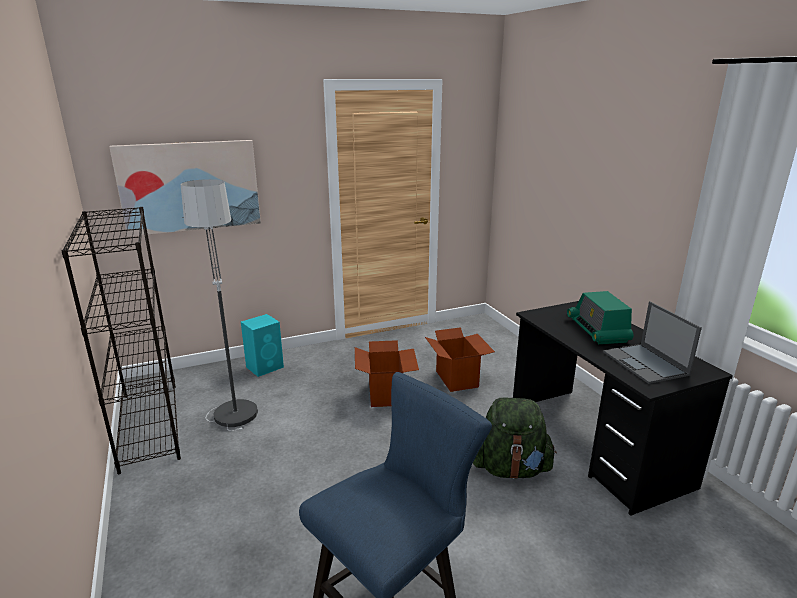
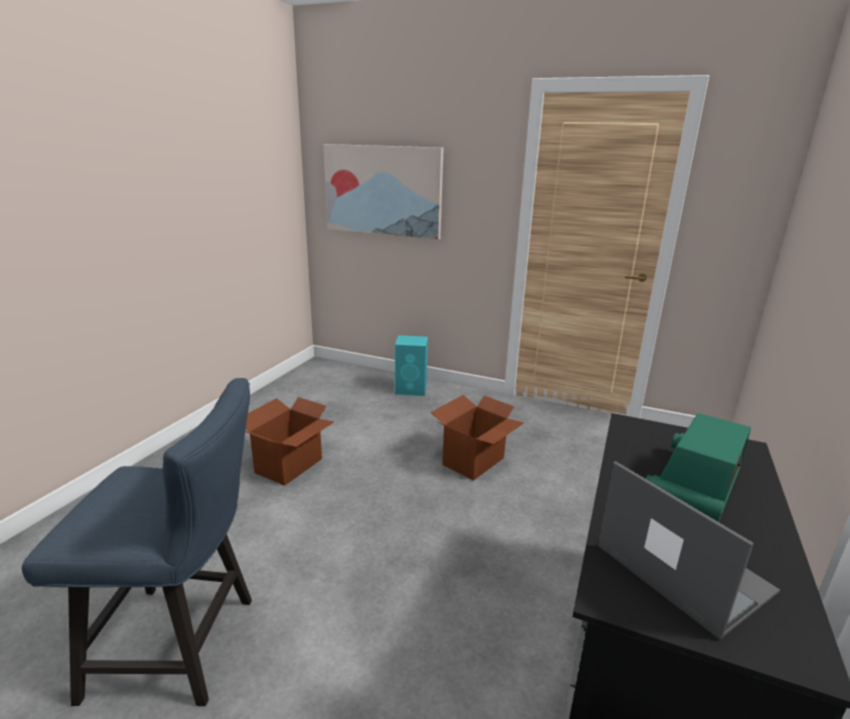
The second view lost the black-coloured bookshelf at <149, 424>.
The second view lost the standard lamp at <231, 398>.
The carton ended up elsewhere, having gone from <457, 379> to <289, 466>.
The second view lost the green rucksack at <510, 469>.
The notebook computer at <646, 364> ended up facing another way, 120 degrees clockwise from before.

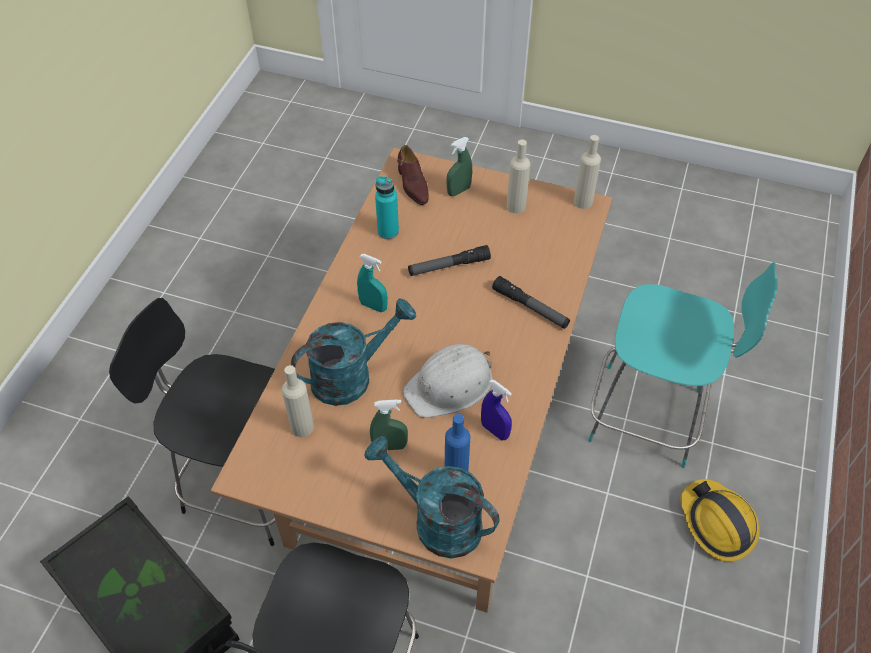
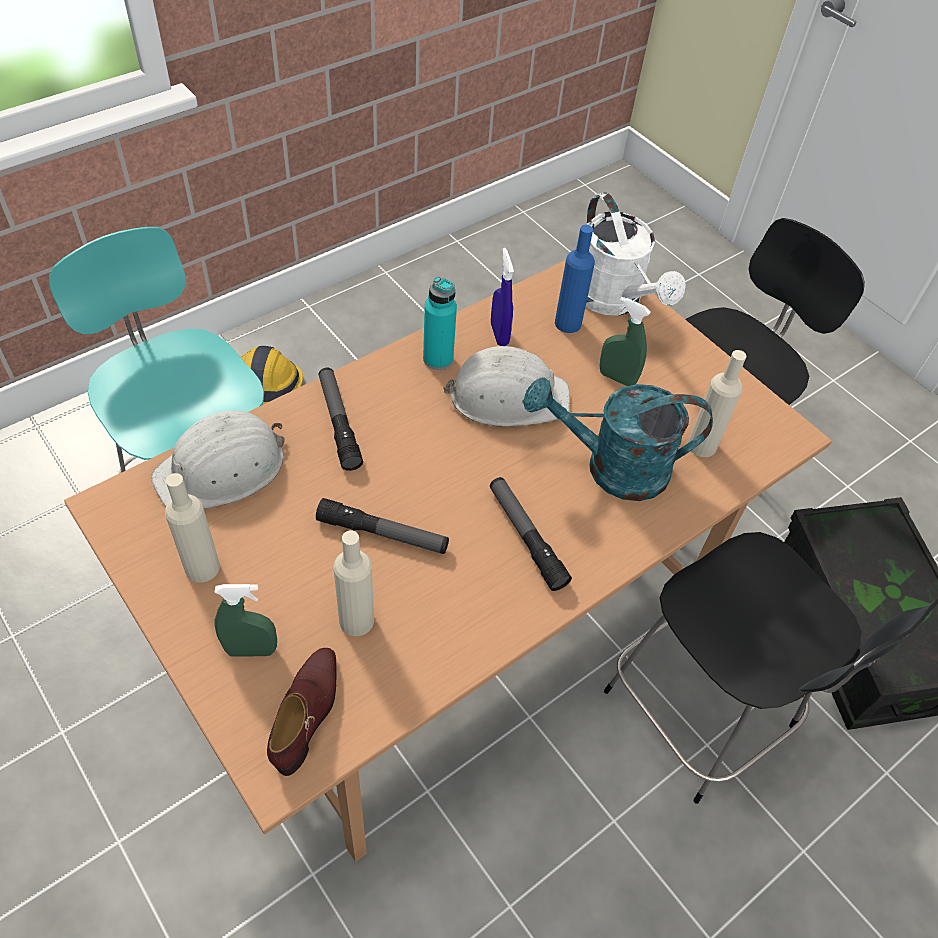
Where the turquoise-coloured hand sprayer stood at <373, 306>, the torch came to stand at <526, 537>.
What was the turquoise-coloured watering can at <436, 521> turned into the white watering can at <615, 301>.
The turquoise-coloured bottle ended up elsewhere, having gone from <388, 231> to <438, 359>.
The beige-coloured bottle ended up elsewhere, having gone from <583, 202> to <356, 620>.
The second view gained the white safety helmet at <223, 469>.

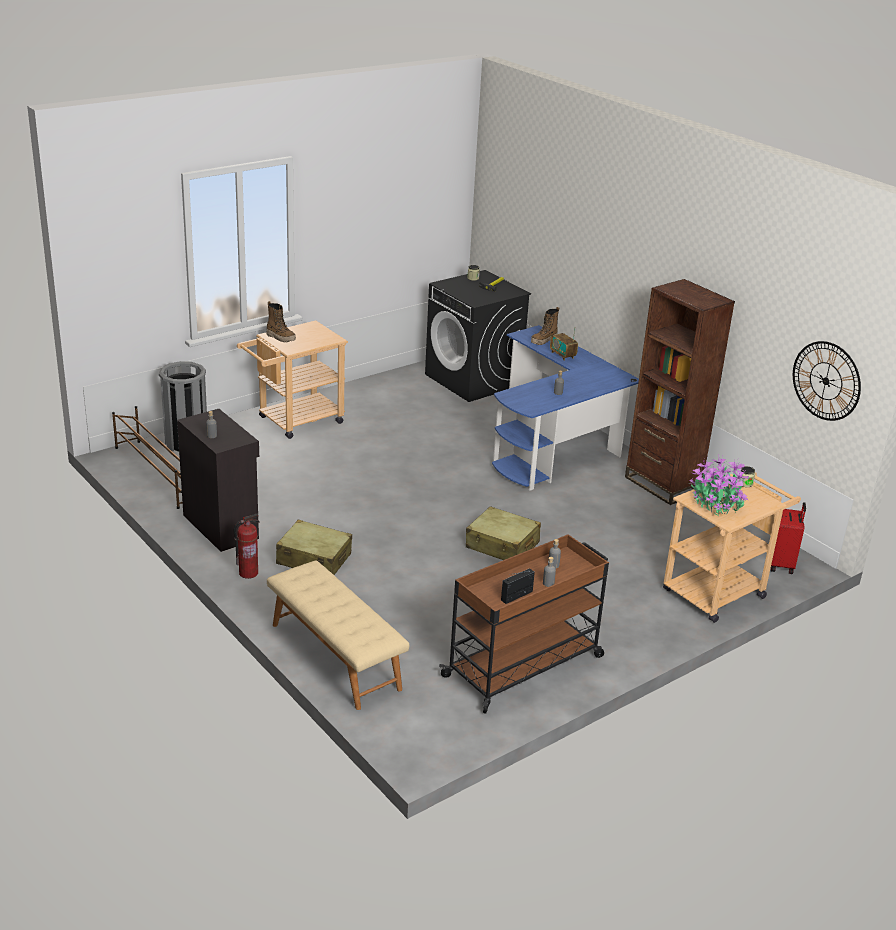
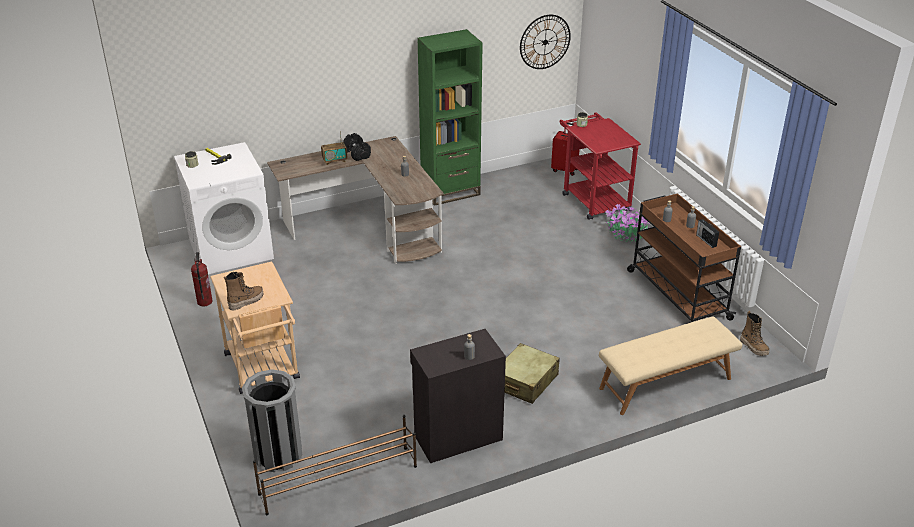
The fire-fighting cylinder ended up elsewhere, having gone from <248, 573> to <204, 302>.
What was the black-coloured laundry machine at <473, 380> turned into the white laundry machine at <231, 249>.
The second view lost the beige-coloured piece of luggage at <502, 545>.
What was the blue desk unit at <555, 444> turned into the brown desk unit at <371, 227>.
The high-top boot ended up elsewhere, having gone from <543, 341> to <754, 347>.
What was the brown bookshelf at <662, 485> turned into the green bookshelf at <450, 192>.
What was the beige-coloured trolley at <720, 590> turned into the red-coloured trolley at <592, 199>.
The houseplant ended up elsewhere, having gone from <716, 503> to <627, 236>.
The second view gained the black-coloured free weight at <357, 154>.

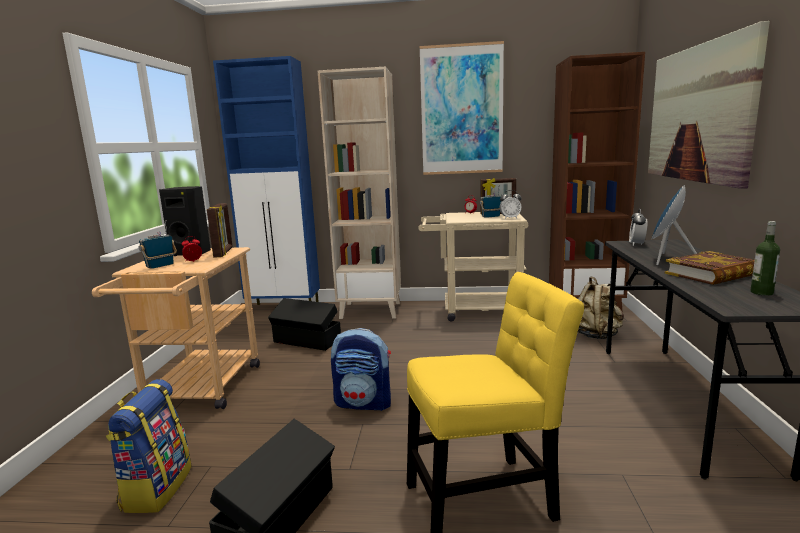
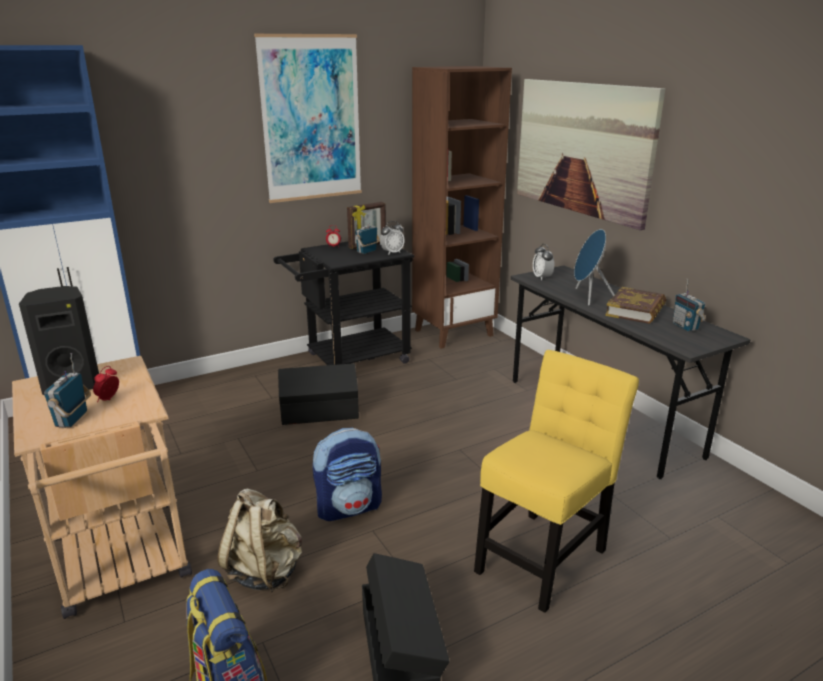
The second view lost the picture frame at <224, 253>.
The black-coloured storage container ended up elsewhere, having gone from <307, 341> to <320, 413>.
The second view lost the beige-coloured bookshelf at <371, 310>.
What was the beige-coloured trolley at <473, 311> turned into the black-coloured trolley at <350, 360>.
The beige-coloured rucksack ended up elsewhere, having gone from <596, 335> to <265, 571>.
Where the bottle stood at <761, 292>, the radio came to stand at <685, 327>.

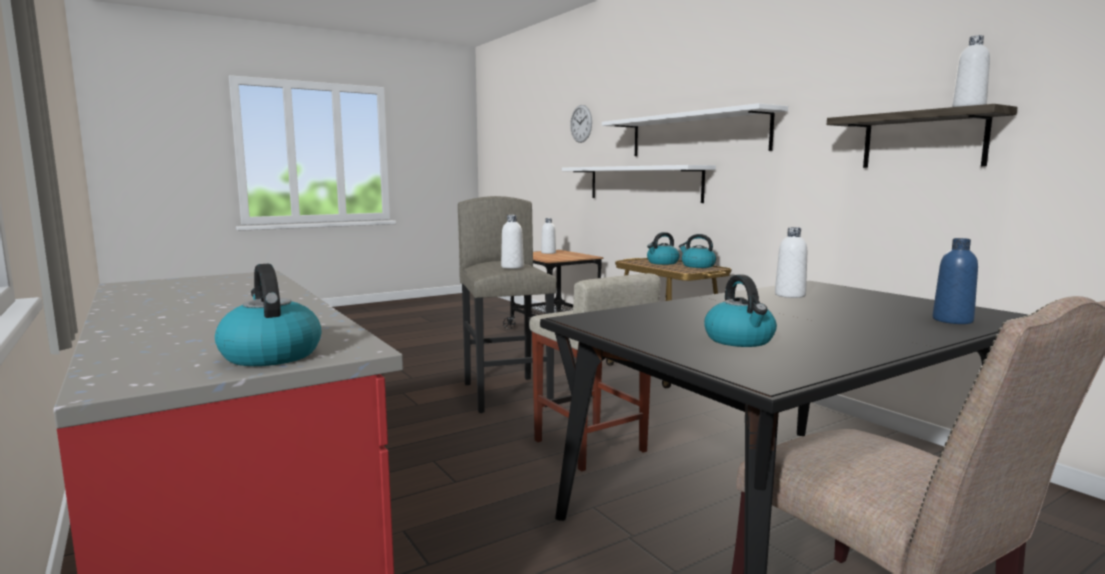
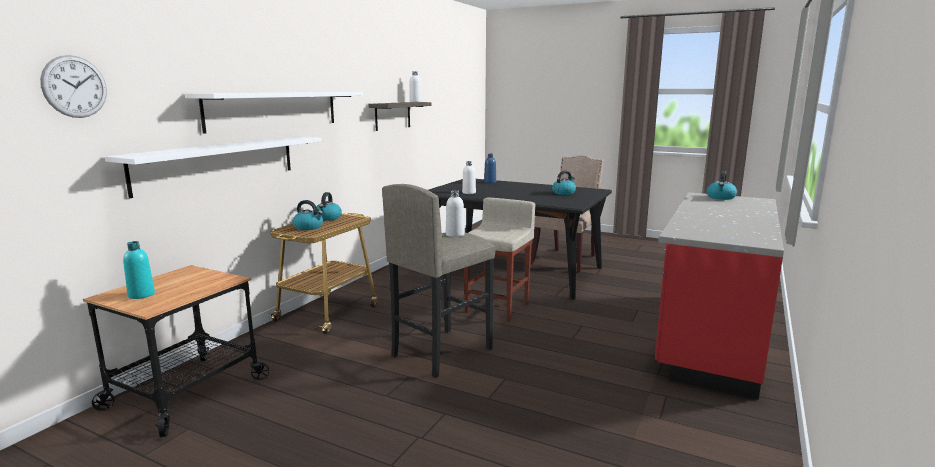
What was the white bottle at <548, 253> turned into the turquoise-coloured bottle at <141, 295>.

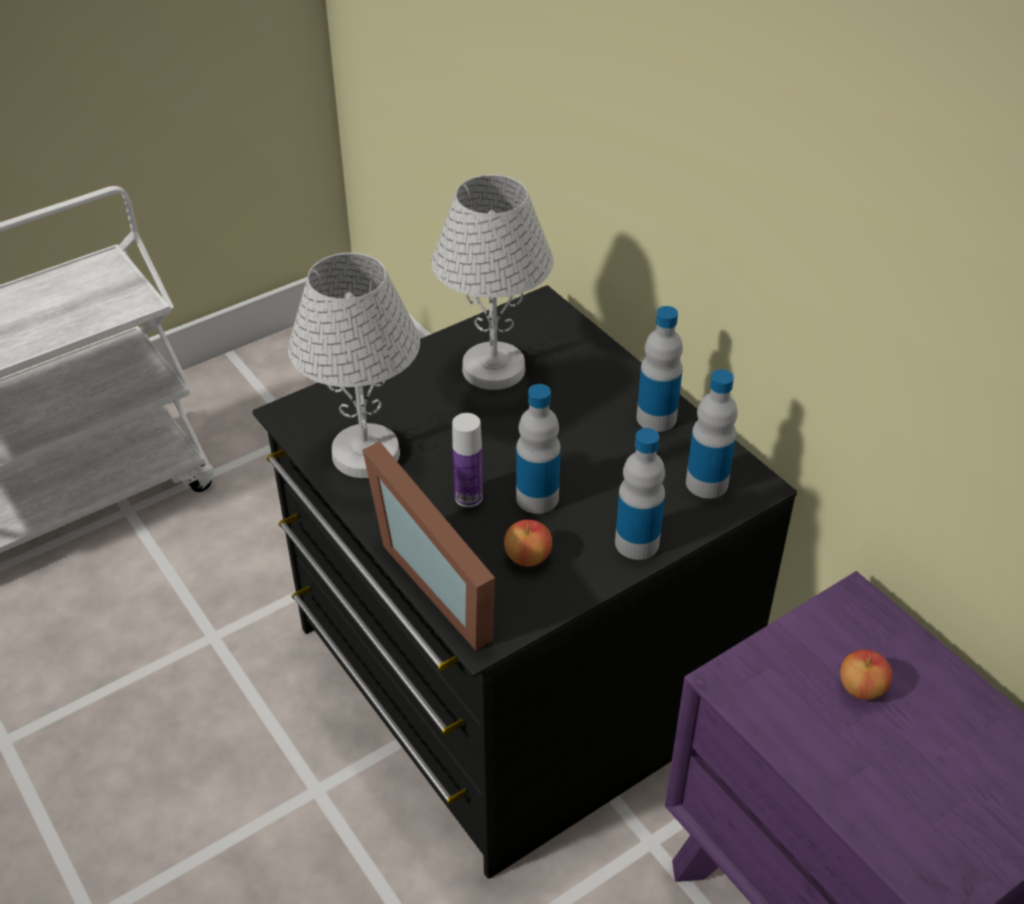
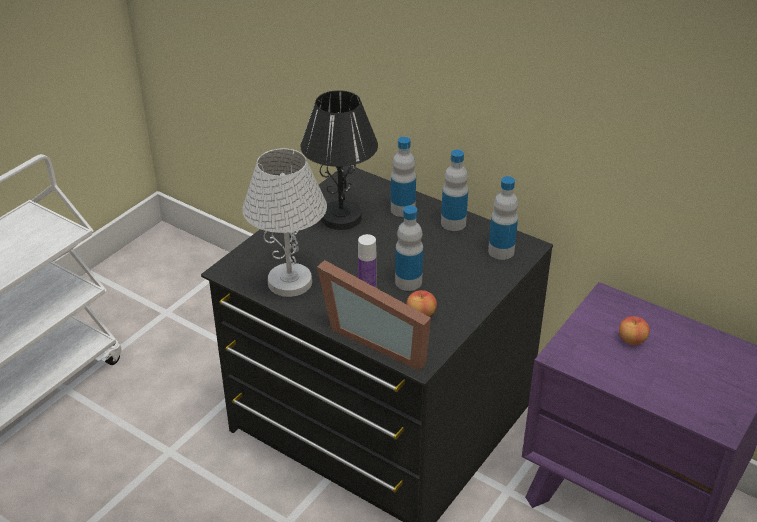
What was the white lamp for a table at <492, 369> turned into the black-coloured lamp for a table at <340, 218>.
The bottle ended up elsewhere, having gone from <637, 543> to <402, 209>.

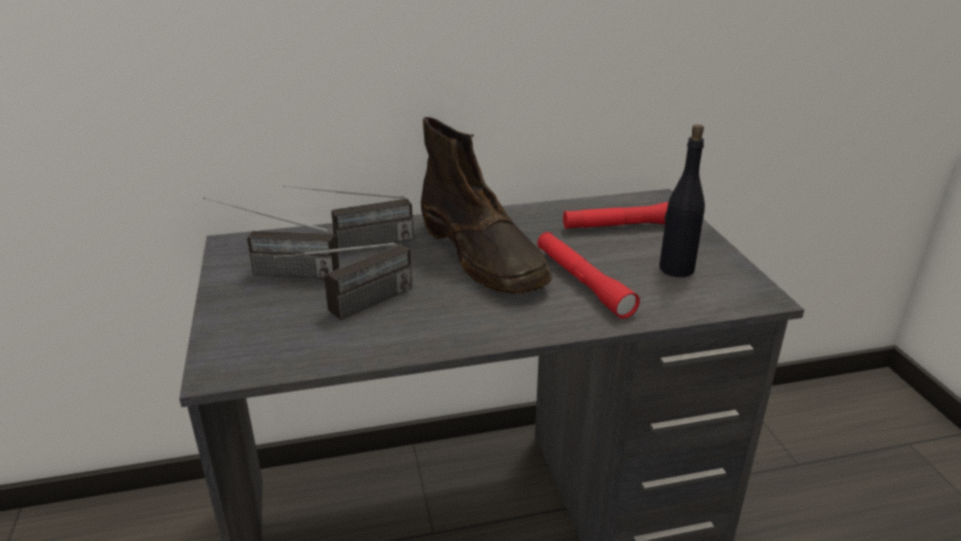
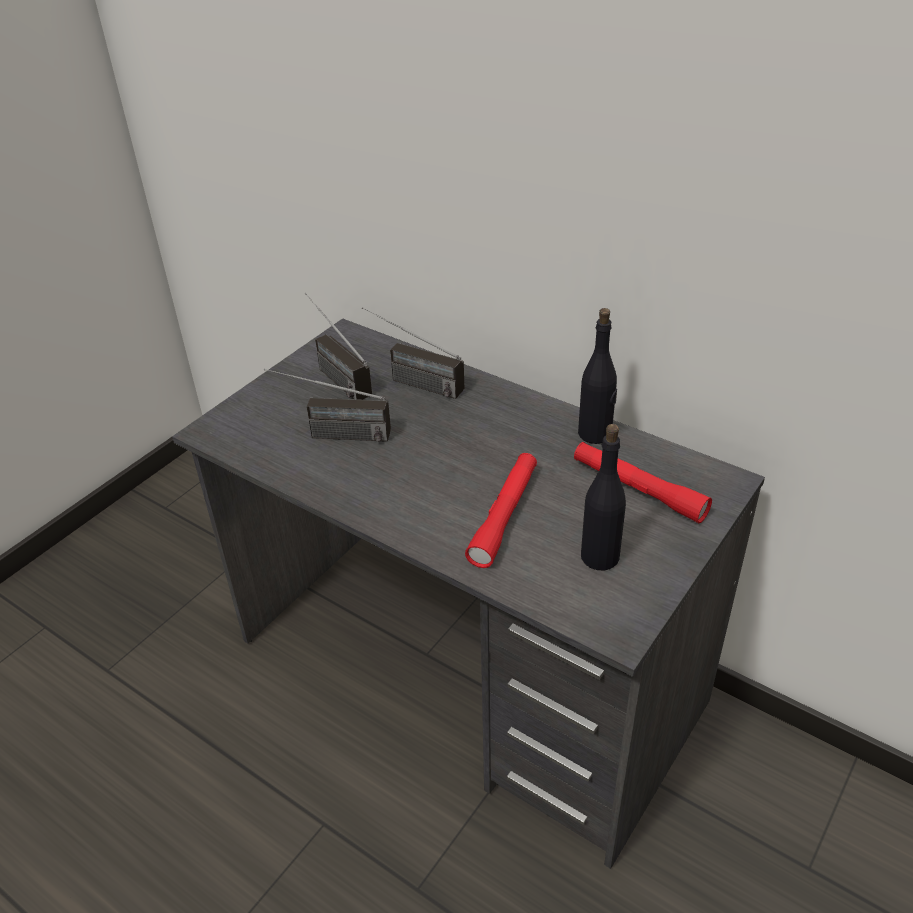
The second view lost the brown high-top boot at <482, 256>.
The second view gained the black-coloured bottle at <595, 434>.

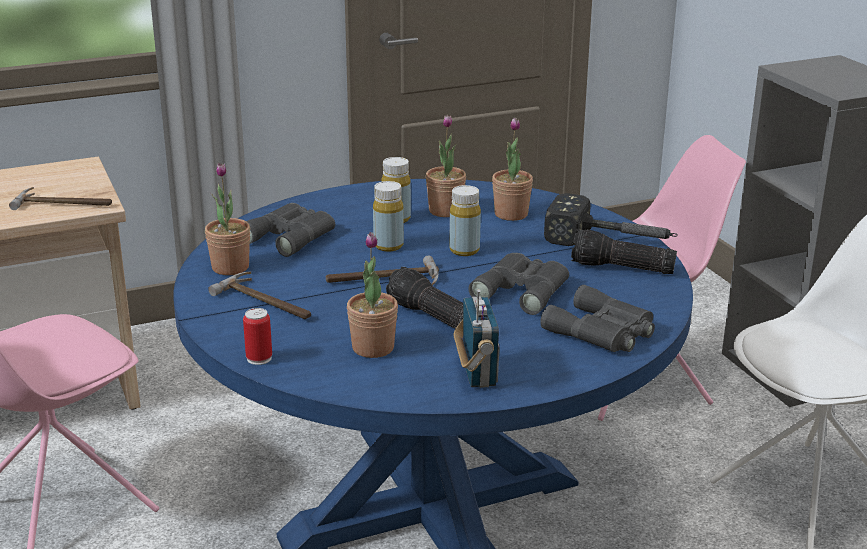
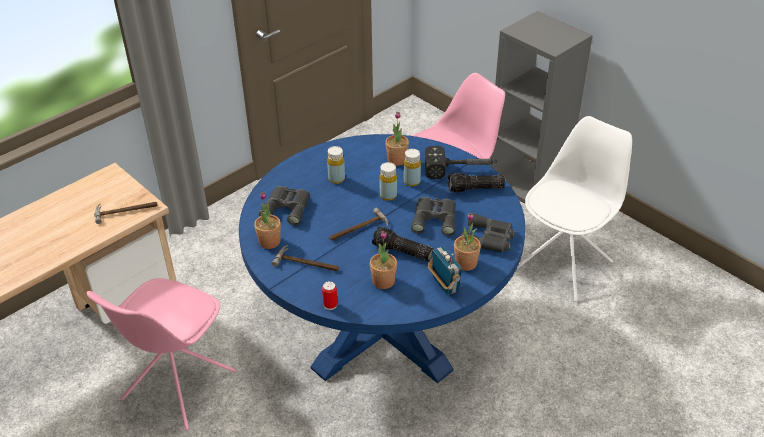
The yellow-coloured bottle ended up elsewhere, having gone from <388, 245> to <412, 181>.
The houseplant ended up elsewhere, having gone from <445, 211> to <465, 263>.

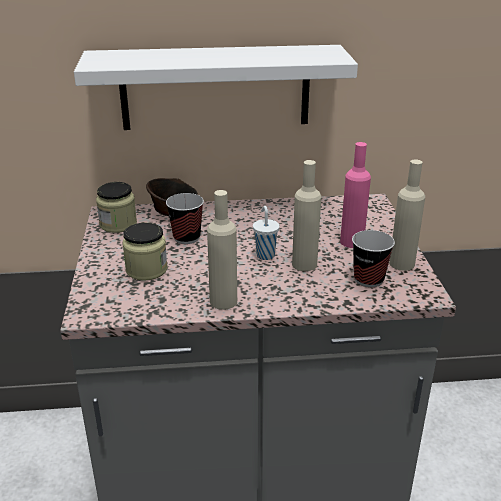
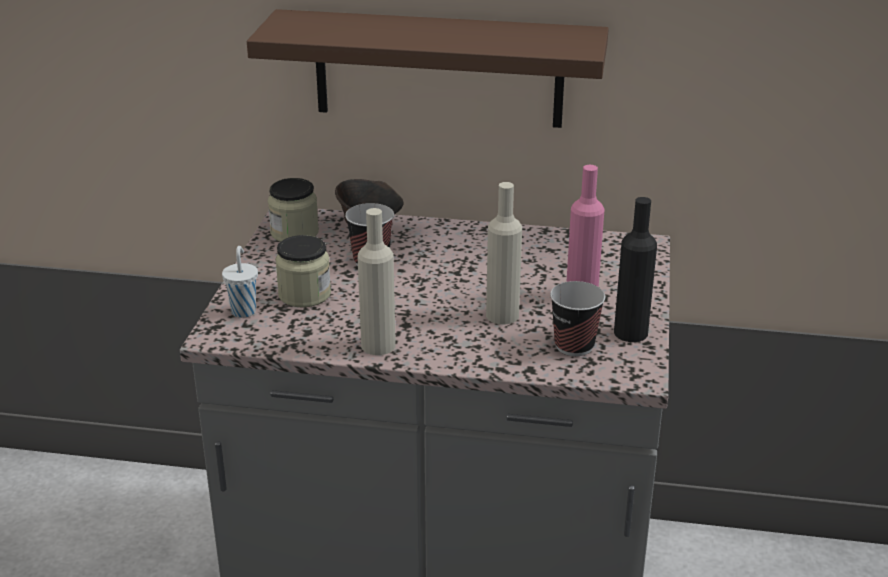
What was the white shelf at <215, 88> turned into the brown shelf at <438, 69>.
The white small cup ended up elsewhere, having gone from <265, 255> to <244, 310>.
What was the beige-coloured bottle at <401, 263> turned into the black-coloured bottle at <630, 332>.

